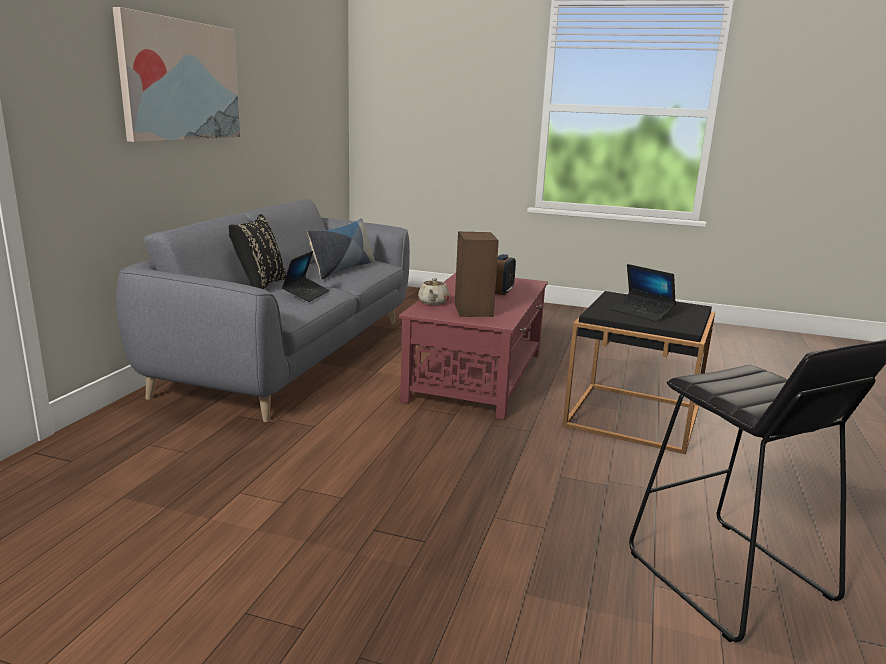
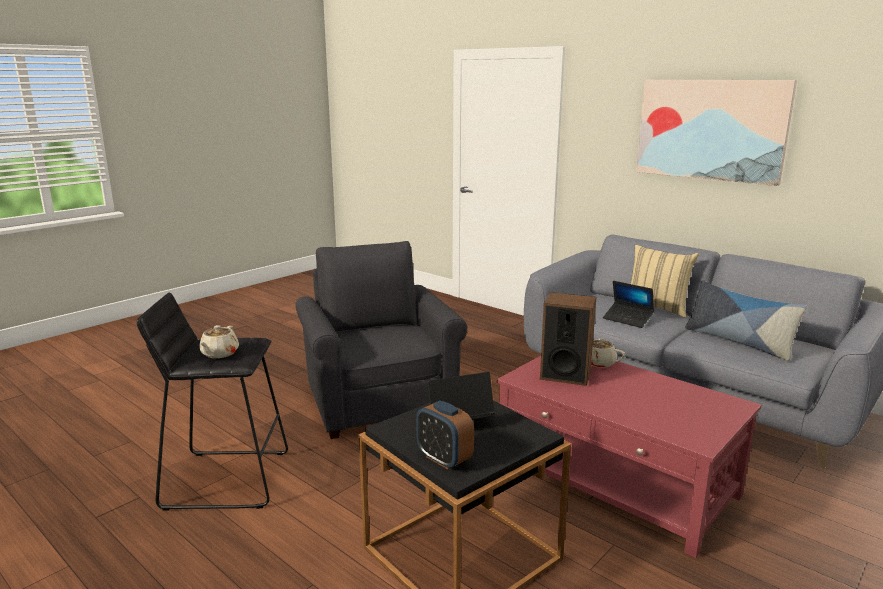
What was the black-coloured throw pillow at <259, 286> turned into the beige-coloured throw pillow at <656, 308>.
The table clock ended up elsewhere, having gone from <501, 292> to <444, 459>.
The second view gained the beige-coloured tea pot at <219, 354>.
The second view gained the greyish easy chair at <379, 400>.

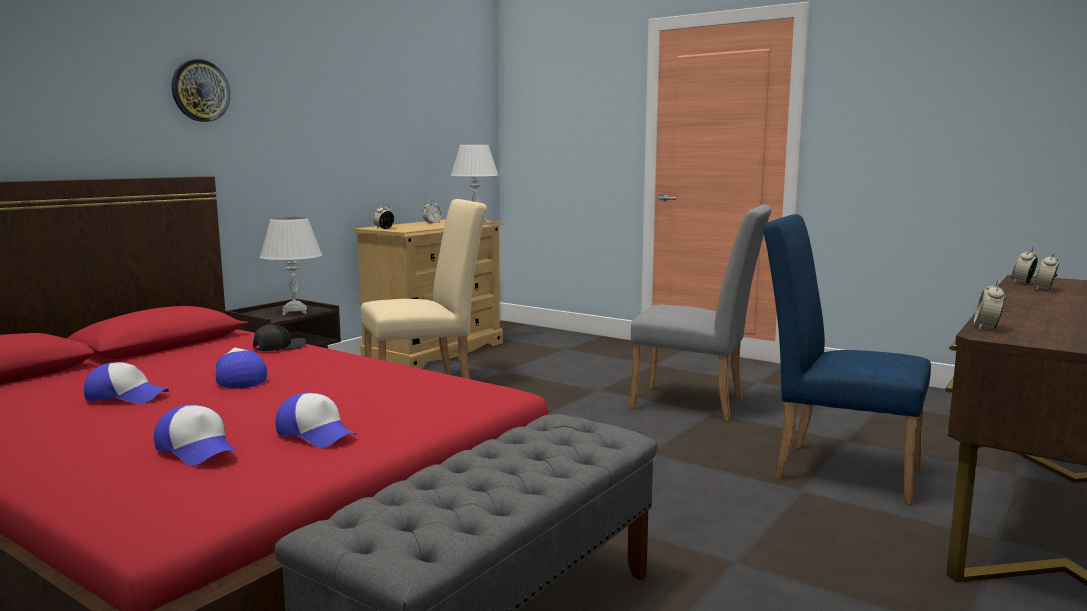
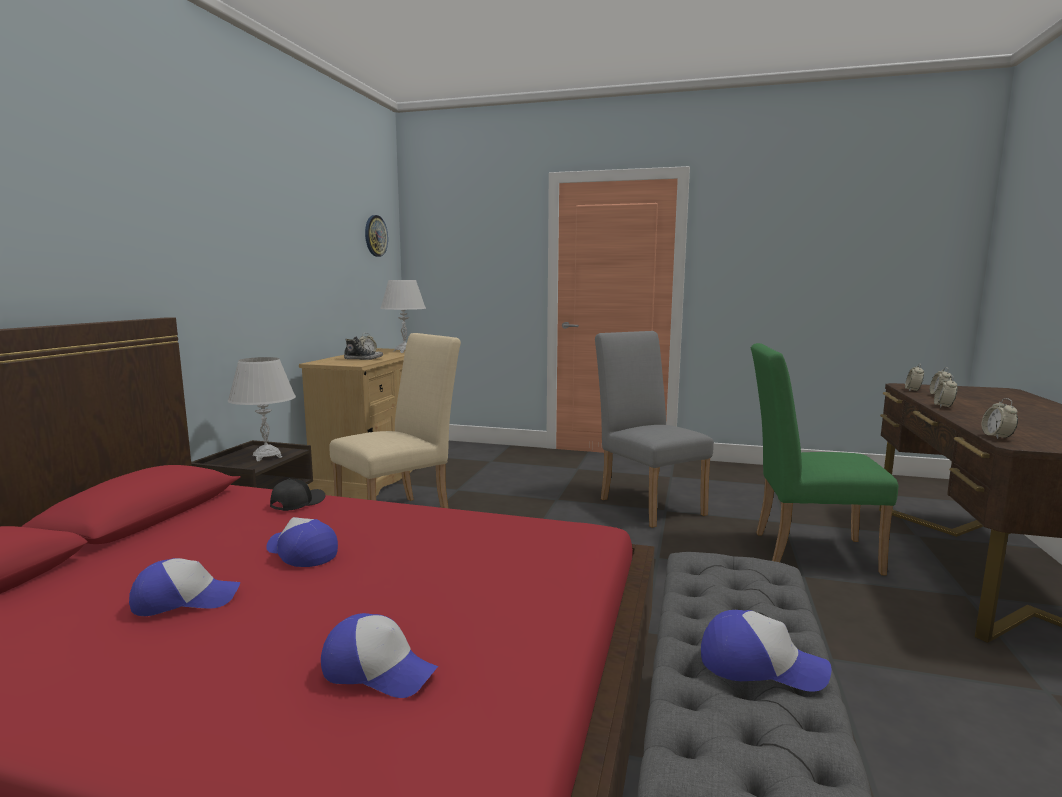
The clock on the wall ended up elsewhere, having gone from <200, 91> to <375, 236>.
The peaked cap ended up elsewhere, having gone from <316, 434> to <760, 665>.
The table clock ended up elsewhere, having gone from <384, 228> to <943, 406>.
The greyish upright chair at <697, 404> ended up facing another way, 120 degrees counterclockwise from before.
What was the blue upright chair at <834, 469> turned into the green upright chair at <804, 551>.
The second view gained the shoe at <364, 359>.

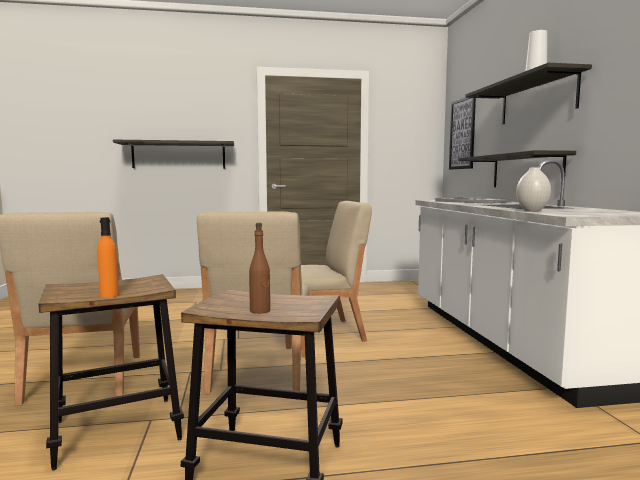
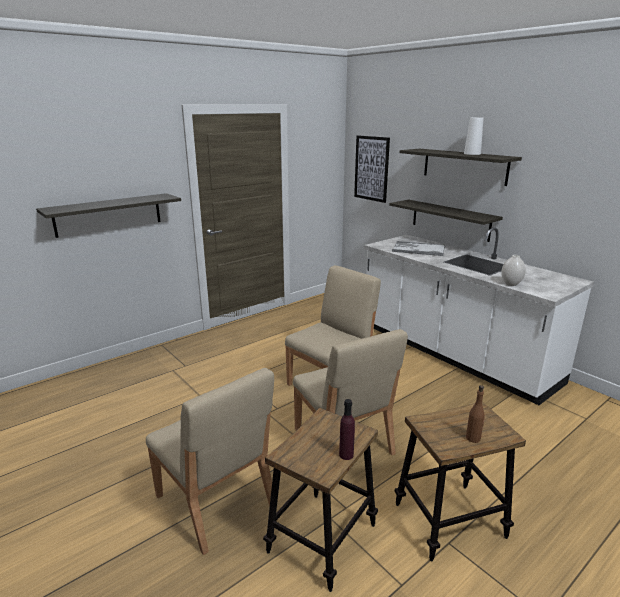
What was the orangey bottle at <109, 295> turned into the purple-coloured bottle at <346, 455>.

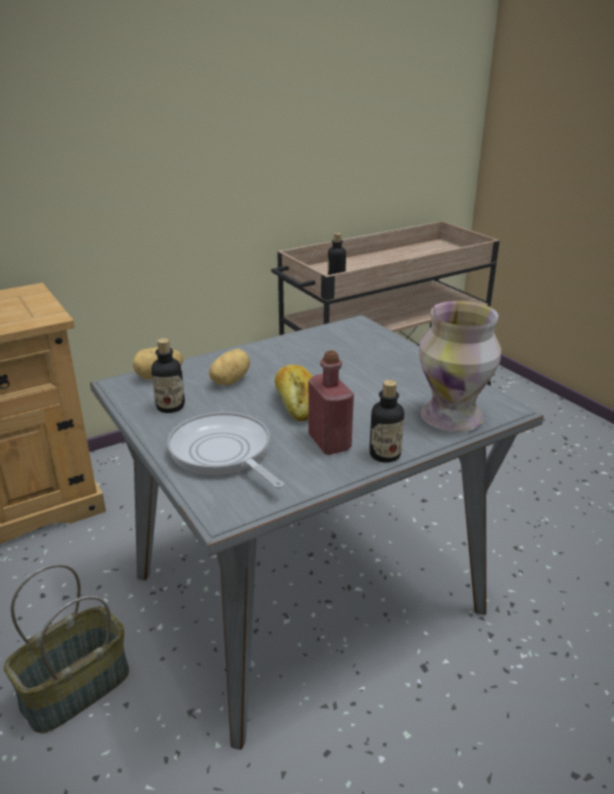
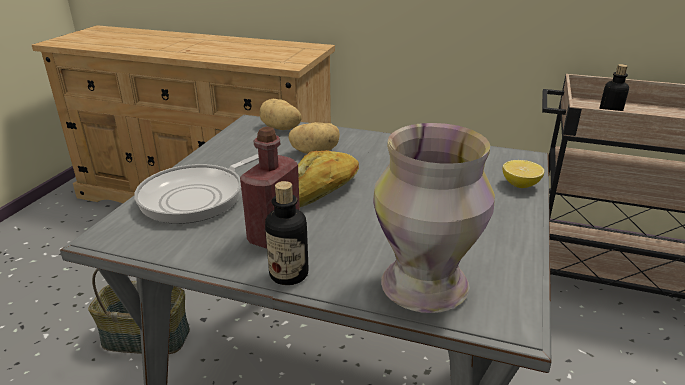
The second view lost the bottle at <170, 407>.
The pan at <223, 453> ended up facing another way, 150 degrees counterclockwise from before.
The second view gained the whole lemon at <520, 185>.

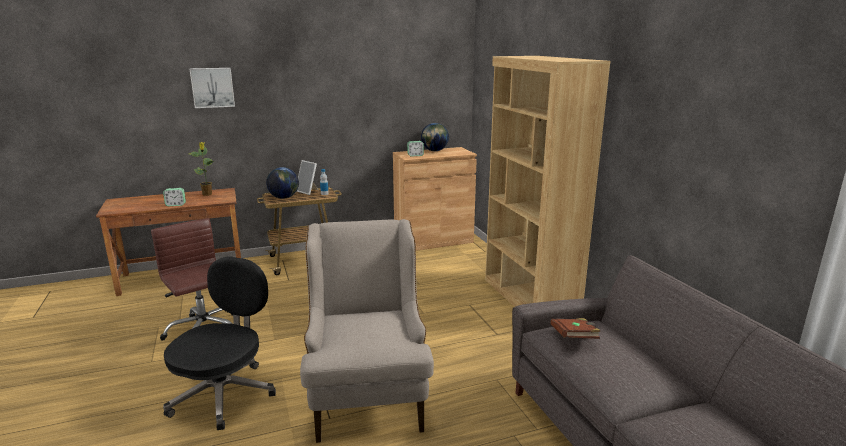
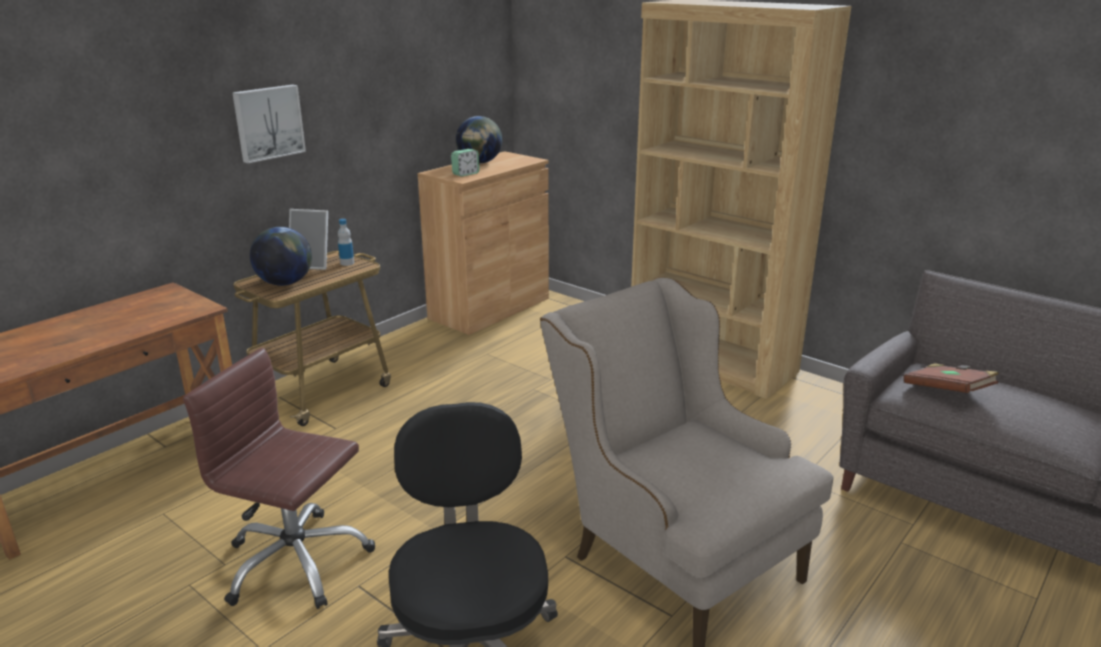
The second view lost the table clock at <175, 205>.
The second view lost the houseplant at <207, 194>.
The picture ended up elsewhere, having gone from <212, 87> to <268, 122>.

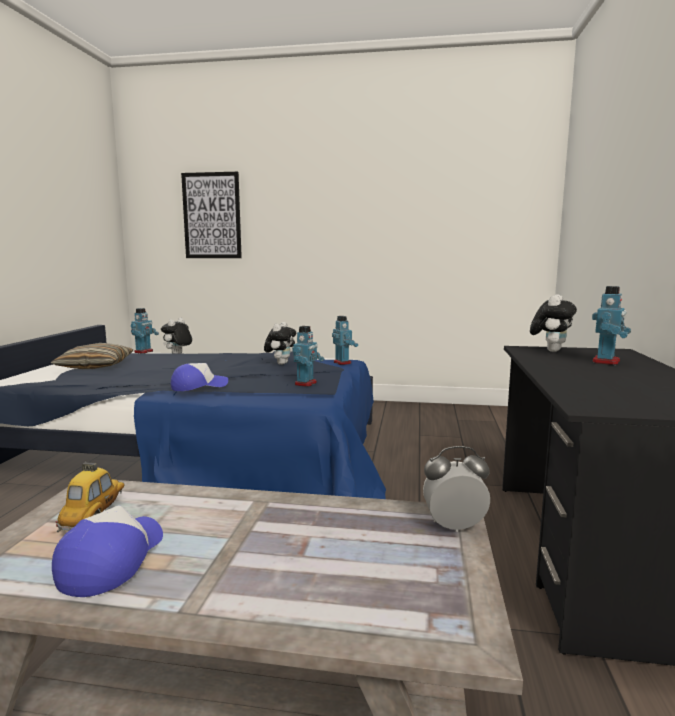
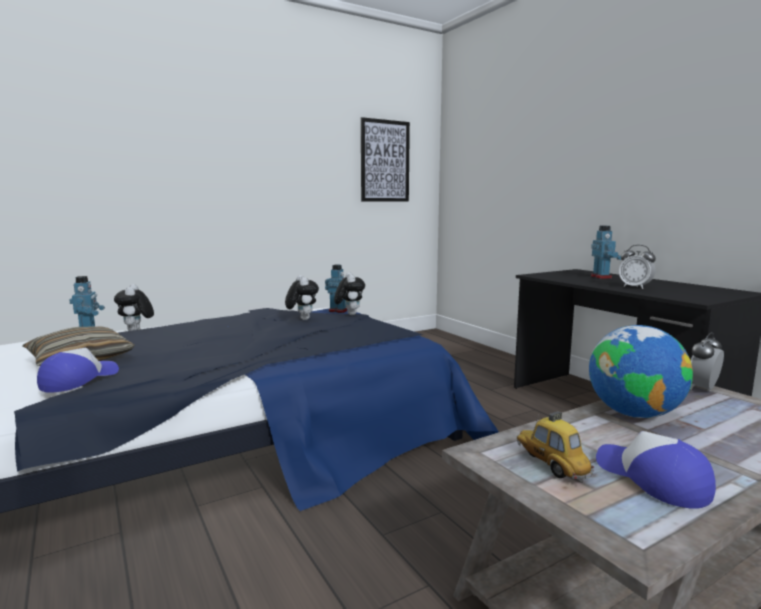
The peaked cap ended up elsewhere, having gone from <199, 386> to <79, 380>.
The picture ended up elsewhere, having gone from <212, 216> to <385, 161>.
The second view lost the robot figure at <306, 384>.
The plush toy ended up elsewhere, having gone from <550, 350> to <349, 314>.
The second view gained the world globe at <633, 413>.
The second view gained the table clock at <635, 287>.

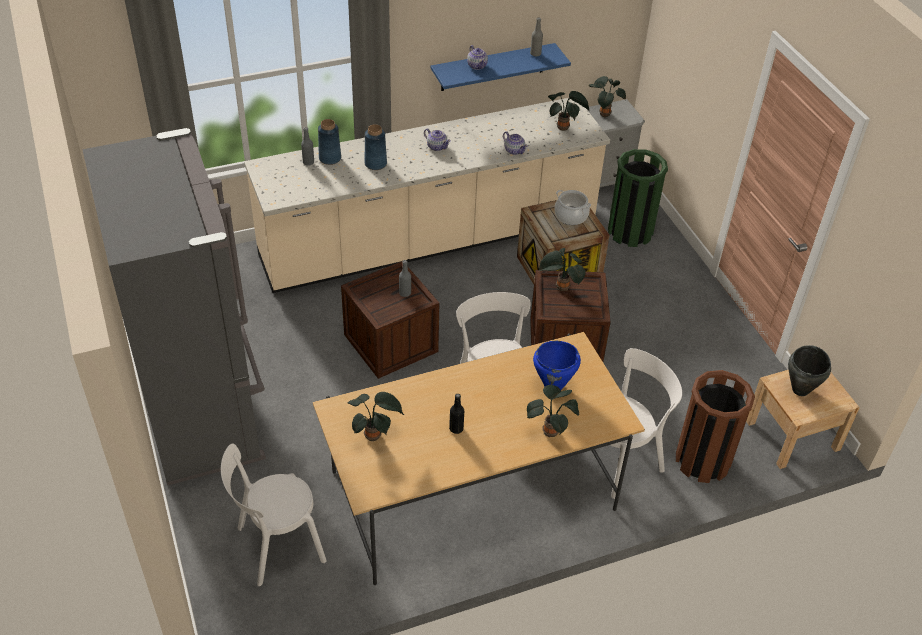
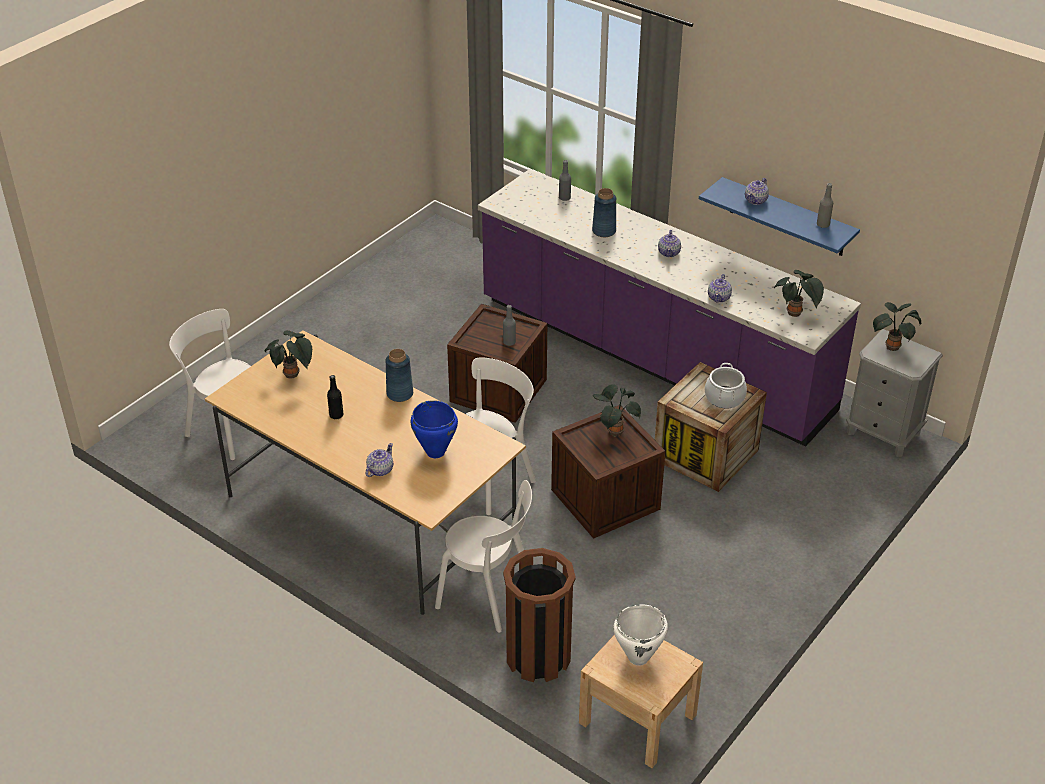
The second view lost the greyish kitchen fridge at <205, 414>.
What was the beige-coloured kitchen base unit at <429, 241> turned into the purple-coloured kitchen base unit at <653, 356>.
The blue decorative vase ended up elsewhere, having gone from <329, 158> to <399, 394>.
Where the houseplant stood at <551, 430>, the tea pot came to stand at <380, 470>.
The second view lost the green trash can at <630, 232>.
What was the black-coloured cooking pot at <800, 390> turned into the white cooking pot at <639, 658>.

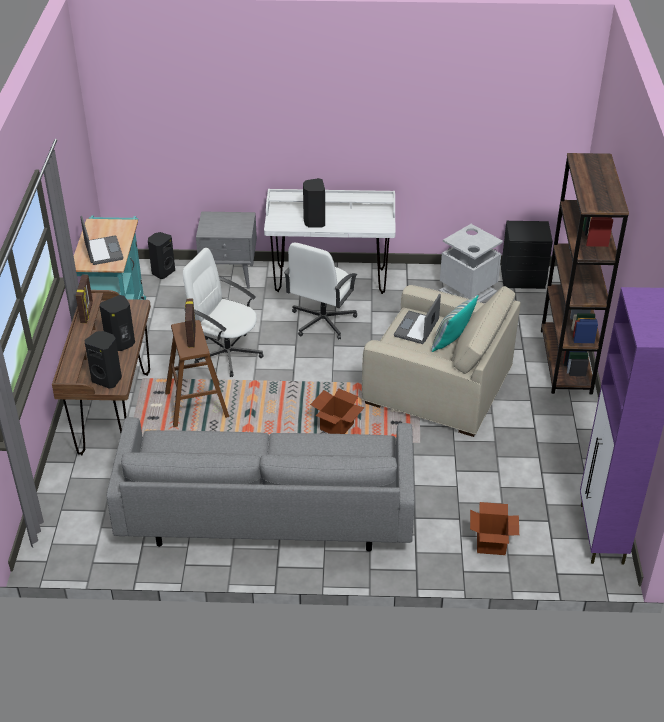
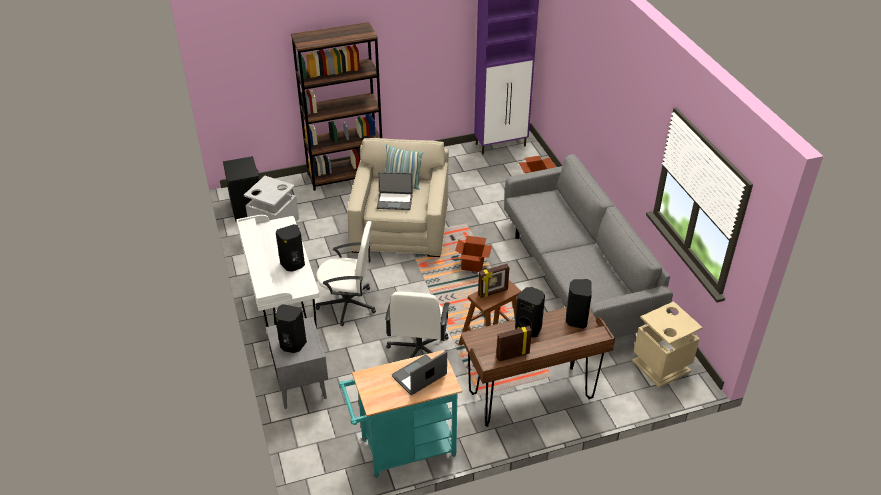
The black-coloured loudspeaker ended up elsewhere, having gone from <162, 272> to <292, 345>.
The second view gained the beige-coloured trash can at <661, 366>.

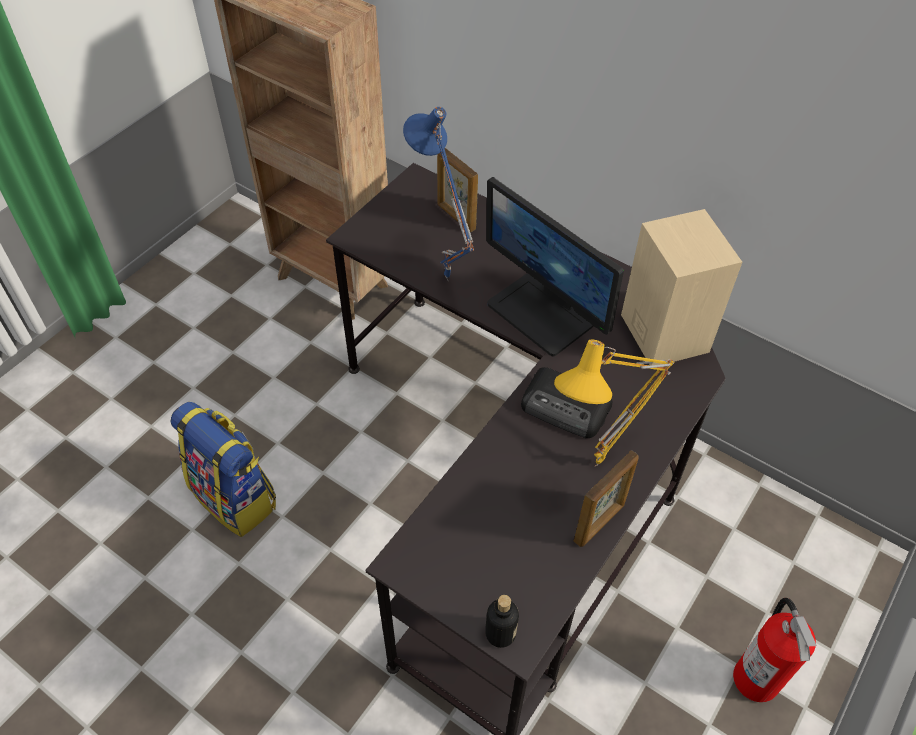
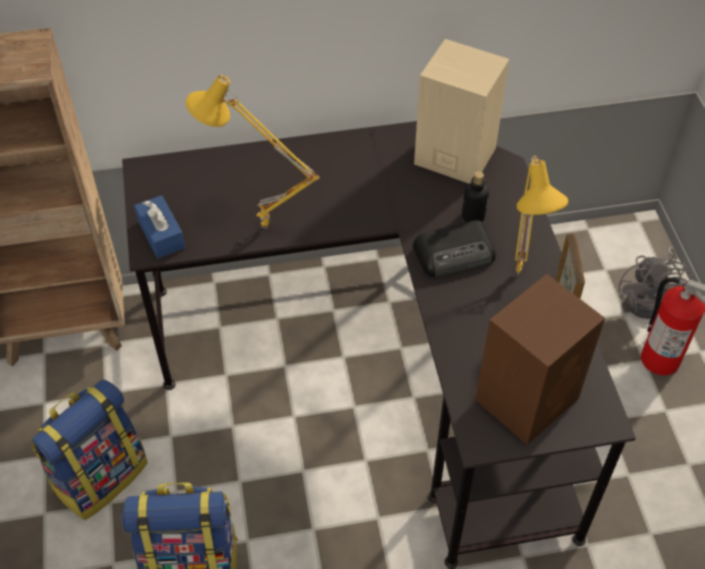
What was the blue lamp for a table at <443, 279> turned into the yellow-coloured lamp for a table at <262, 230>.
The second view lost the picture frame at <456, 217>.
The bottle ended up elsewhere, having gone from <500, 633> to <473, 216>.
The second view lost the monitor at <542, 313>.
The second view gained the rucksack at <100, 476>.
The second view gained the blue box of tissues at <161, 234>.
The second view gained the brown loudspeaker at <528, 397>.
The second view gained the greyish cooling fan at <650, 300>.

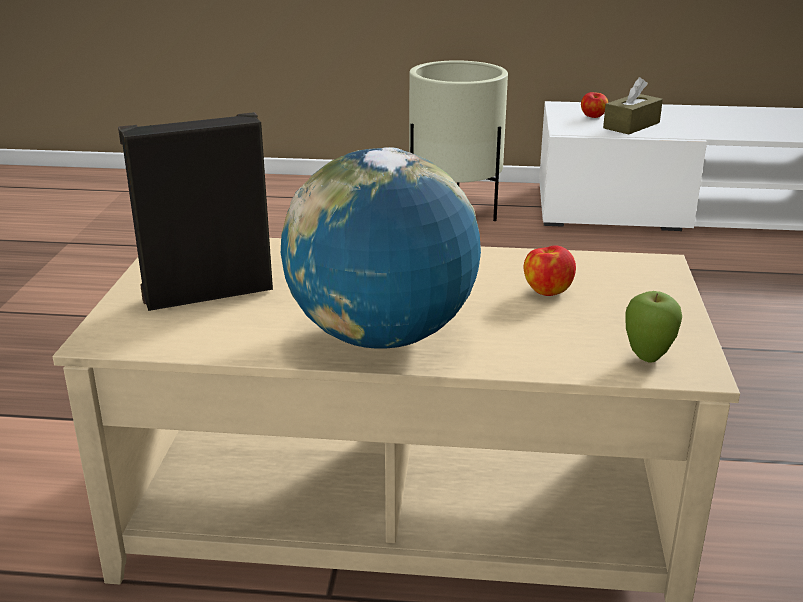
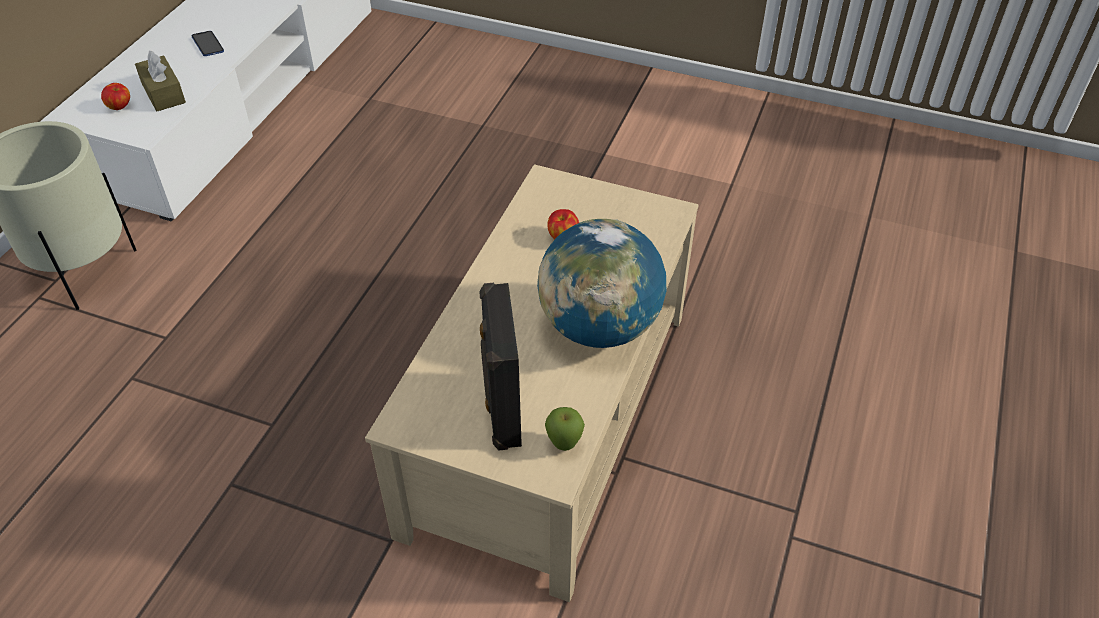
The apple ended up elsewhere, having gone from <647, 358> to <564, 445>.
The second view gained the telephone at <208, 45>.

